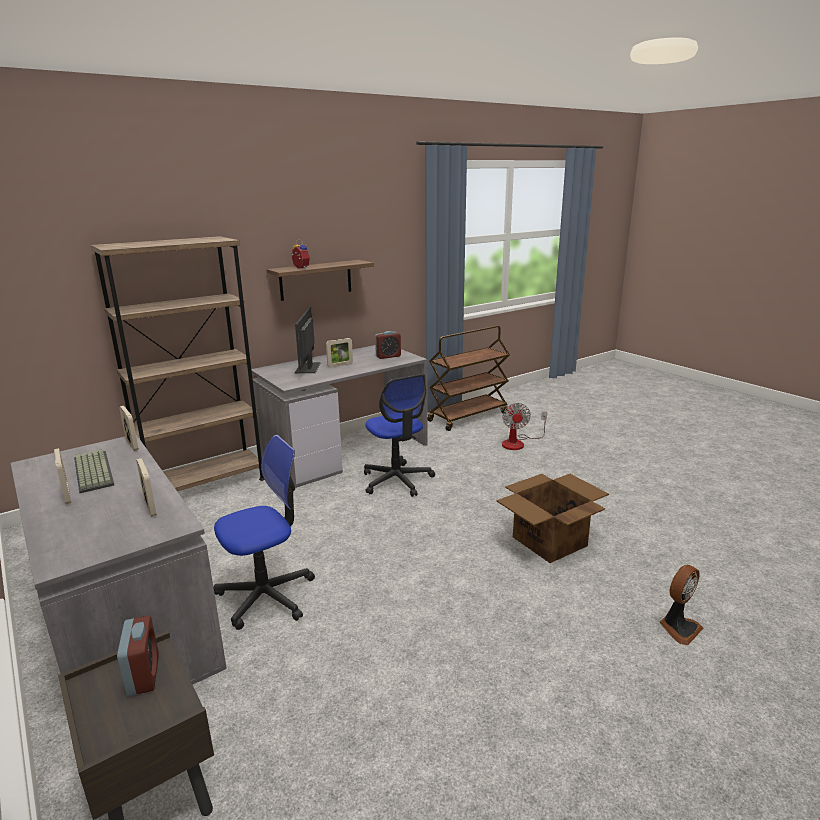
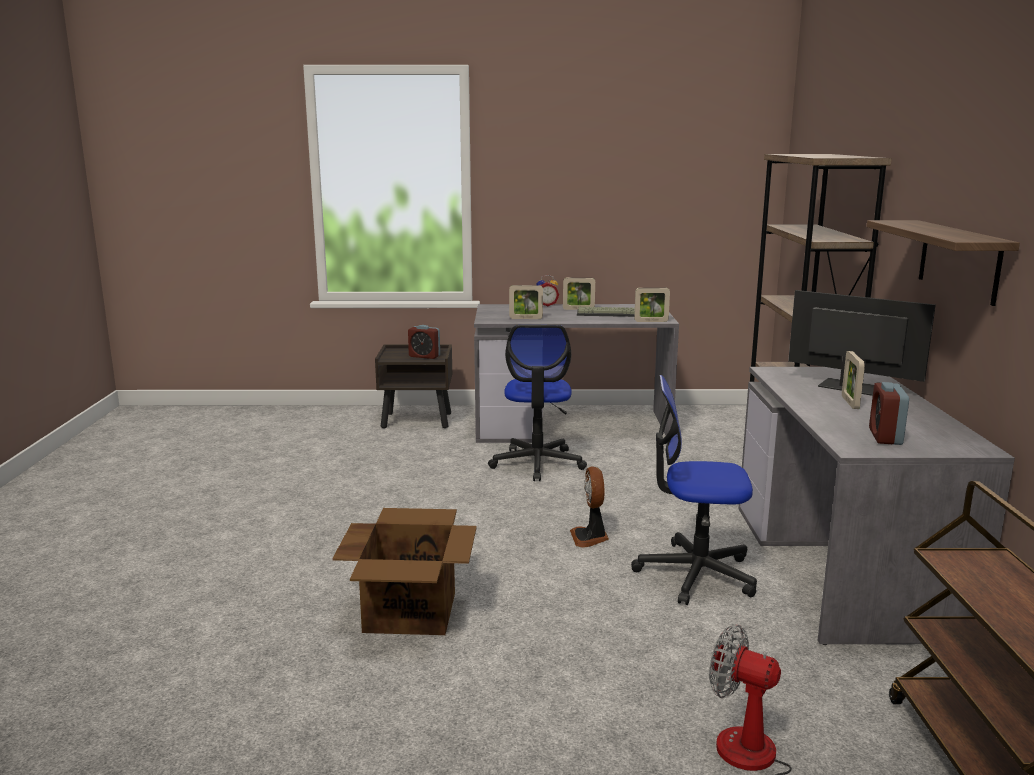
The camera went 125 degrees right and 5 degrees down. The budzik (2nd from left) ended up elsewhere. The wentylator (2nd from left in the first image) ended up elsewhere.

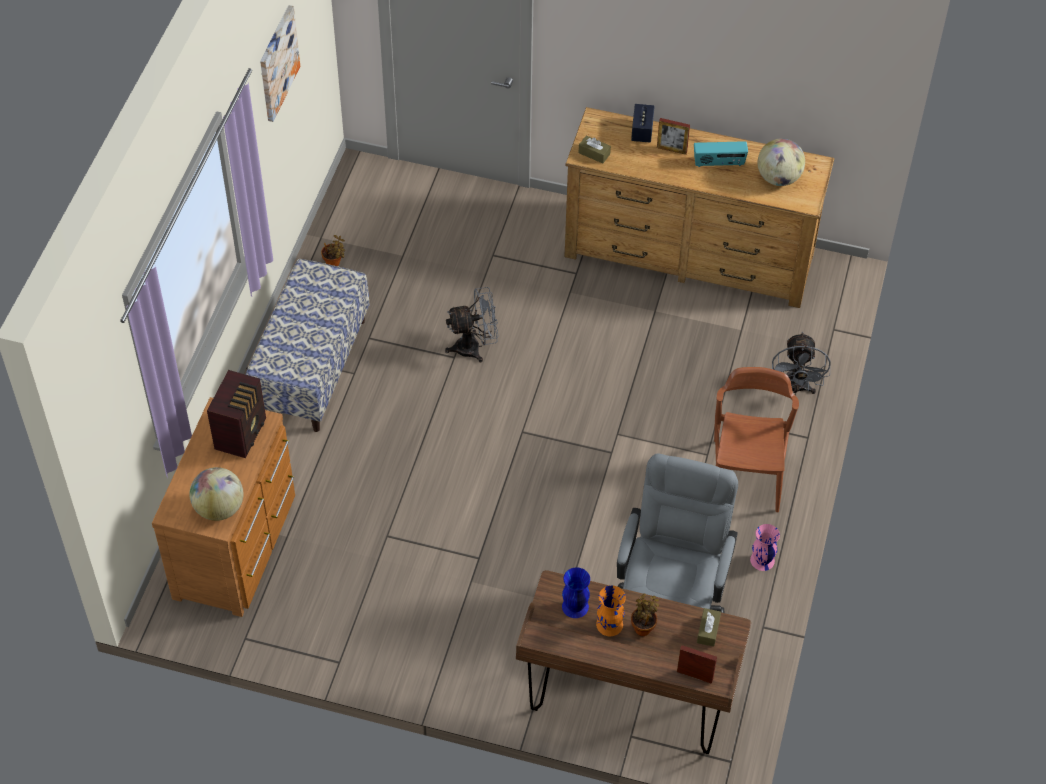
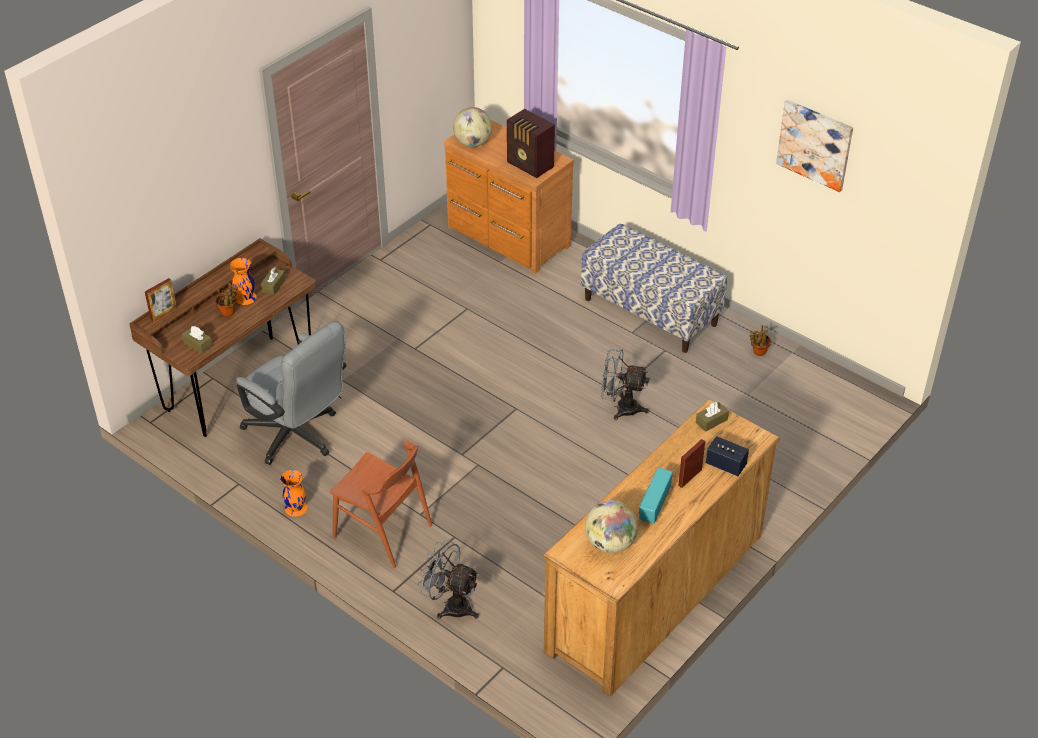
The camera went 115 degrees right and 10 degrees down. The wentylator (szary) (1st from left in the first image) ended up facing another way, 90 degrees clockwise from before. What was the wazon (różowy) turned into the wazon (pomarańczowy) (2nd from left). Where the wazon (niebieski) stood, the pudełko chusteczek (brązowy) (2nd from left) came to stand.

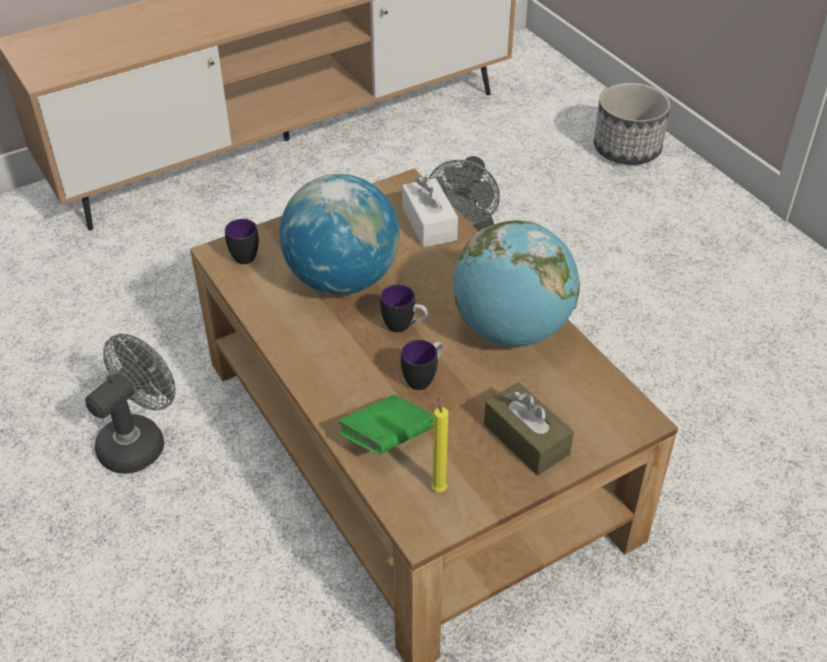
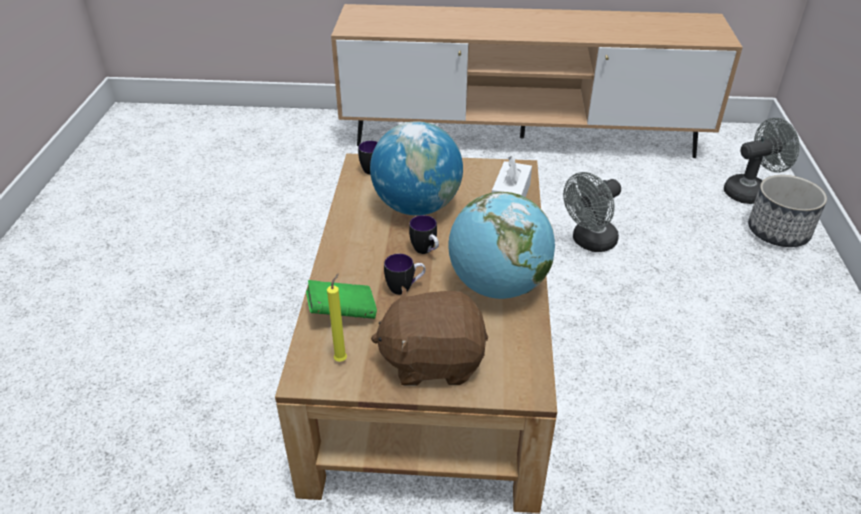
The camera went 35 degrees right and 5 degrees down. The wentylator (szary) (1st from left in the first image) ended up elsewhere. Where the pudełko chusteczek (brązowy) stood, the pluszak (brązowy) came to stand.

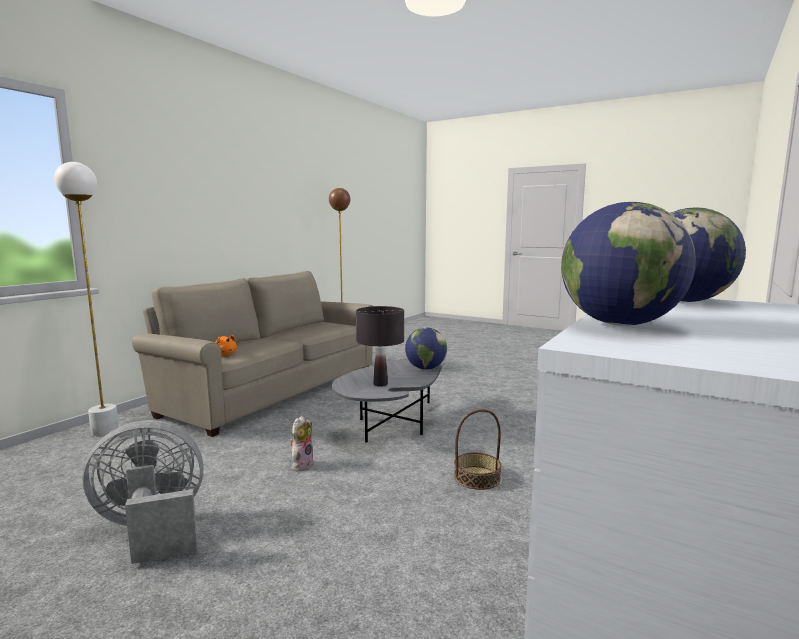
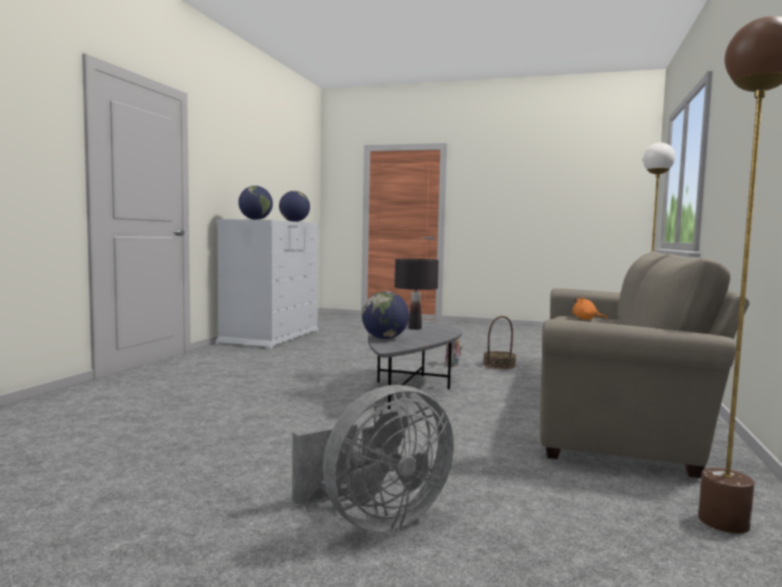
The camera went 165 degrees right and 5 degrees down. The koszyk ended up elsewhere. The wentylator (szary) ended up elsewhere.

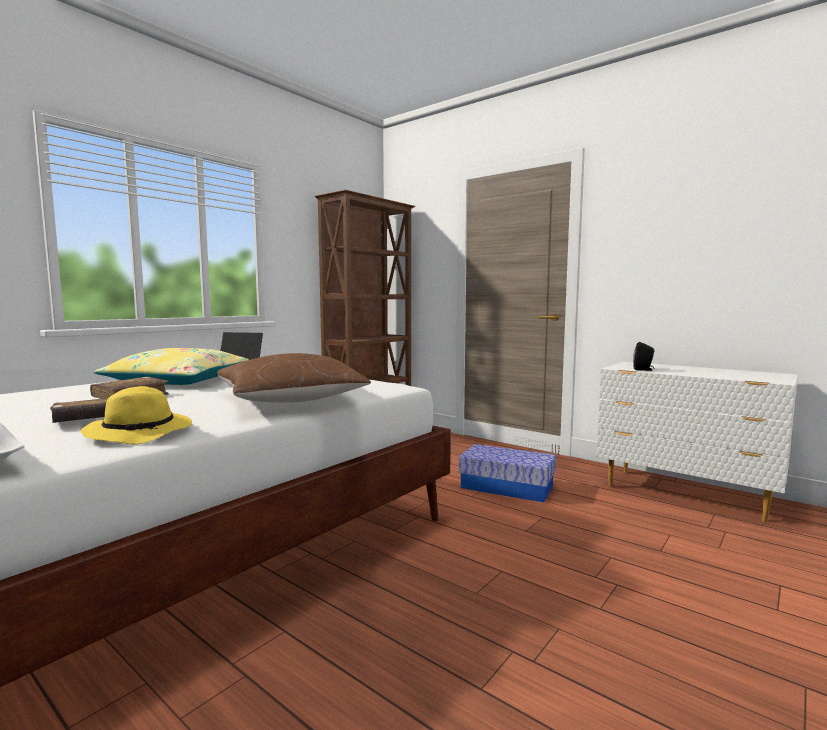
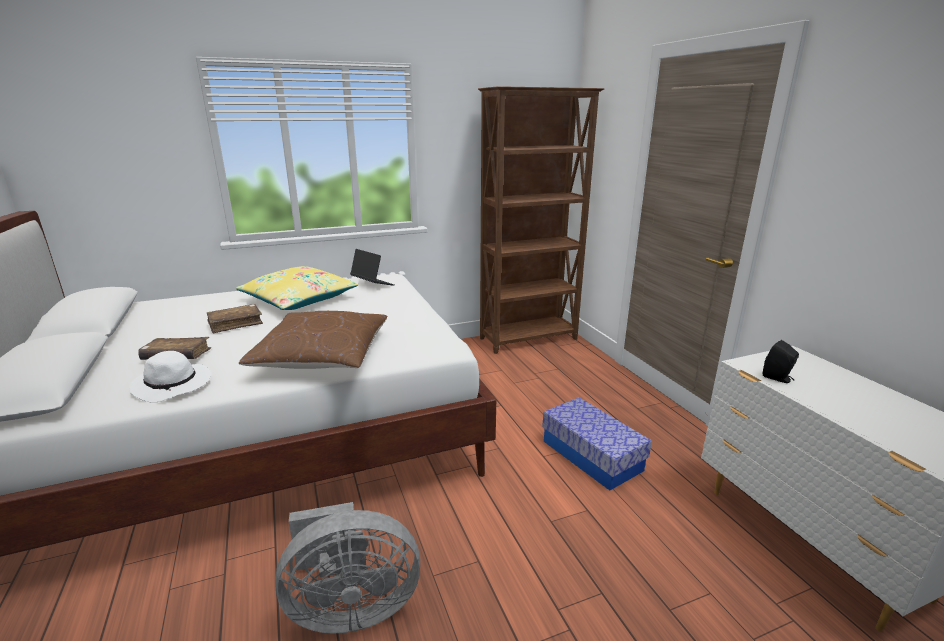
The camera went 30 degrees right and 15 degrees up. What was the kapelusz (żółty) turned into the kapelusz (biały). The second view gained the wentylator (szary).

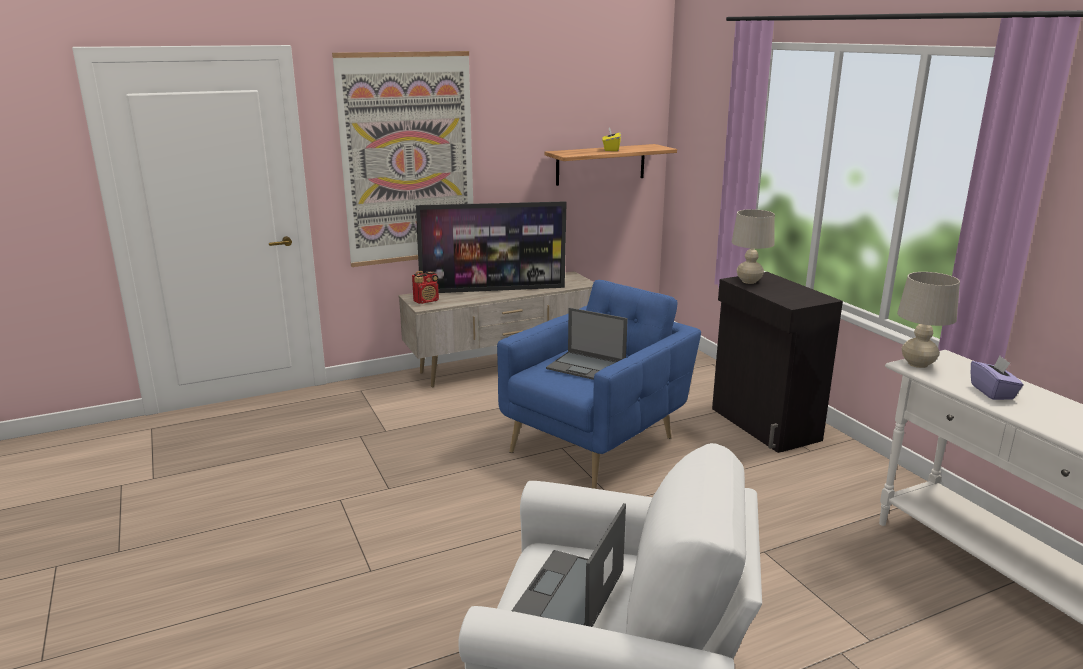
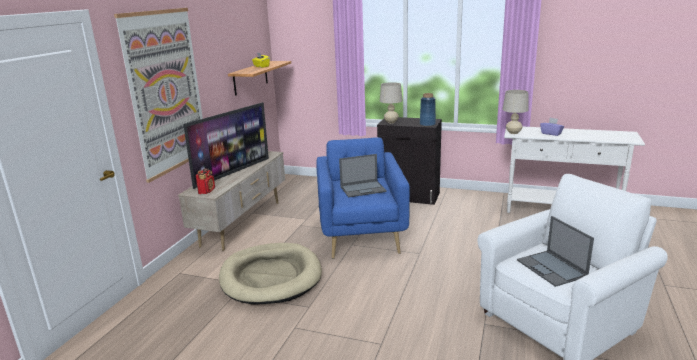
The camera went 45 degrees left and 0 degrees up. The second view gained the wazon (niebieski). The second view gained the legowisko (beżowy).

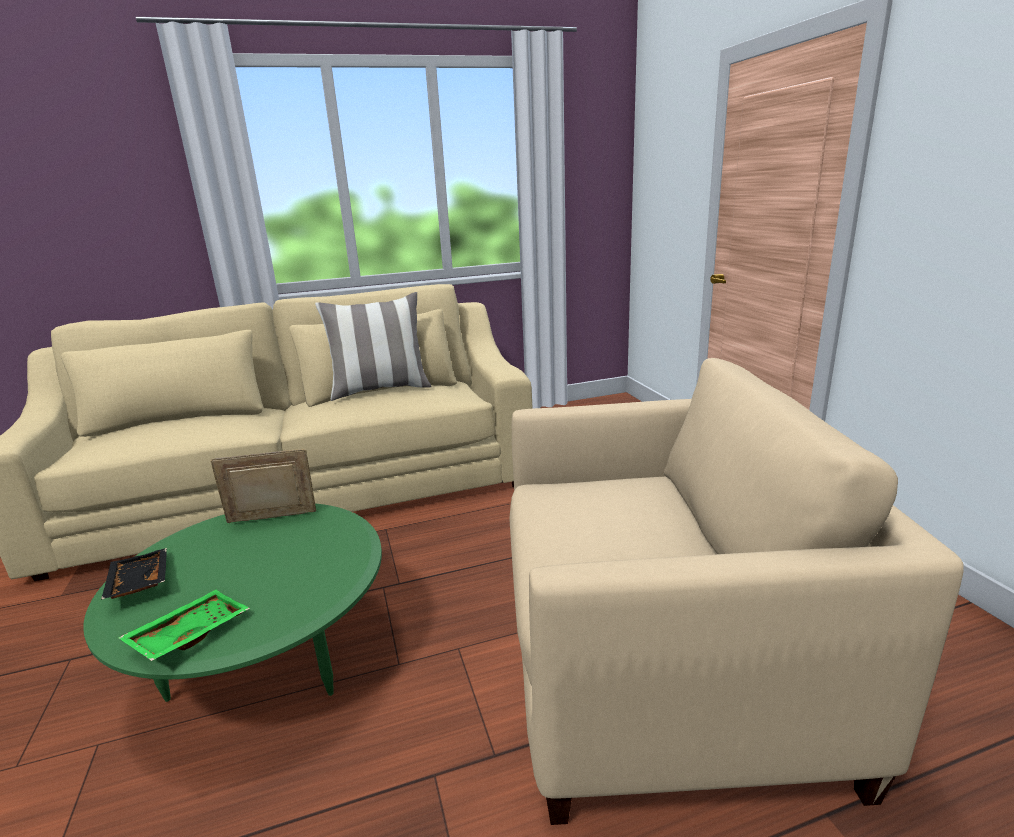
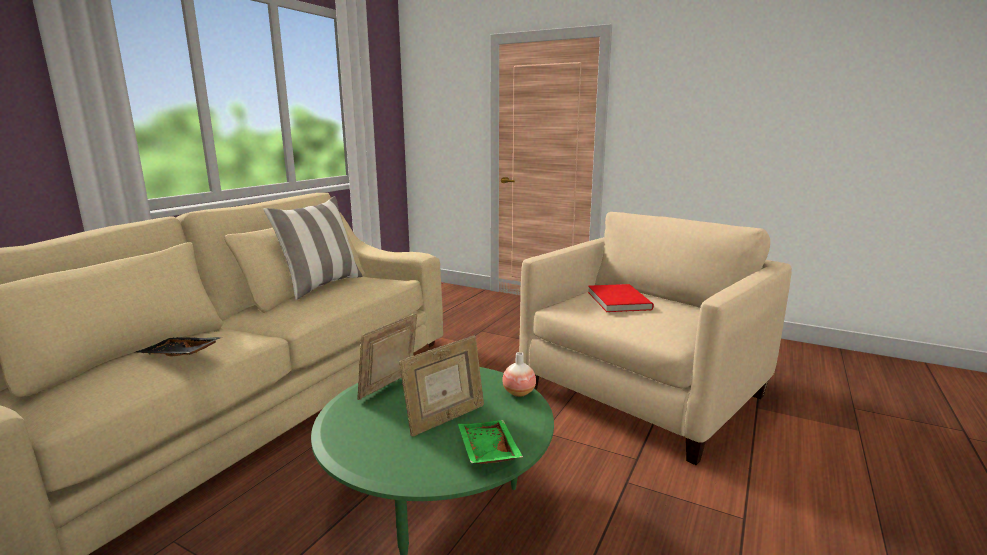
The camera went 45 degrees left and 5 degrees down. The taca (czarny) ended up elsewhere. The second view gained the książka (czerwony). The second view gained the ramka na zdjęcie (2nd from left). The second view gained the wazon.

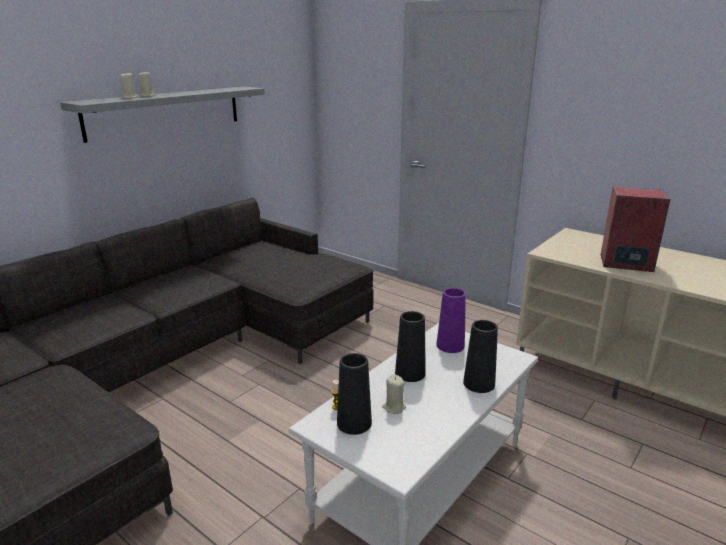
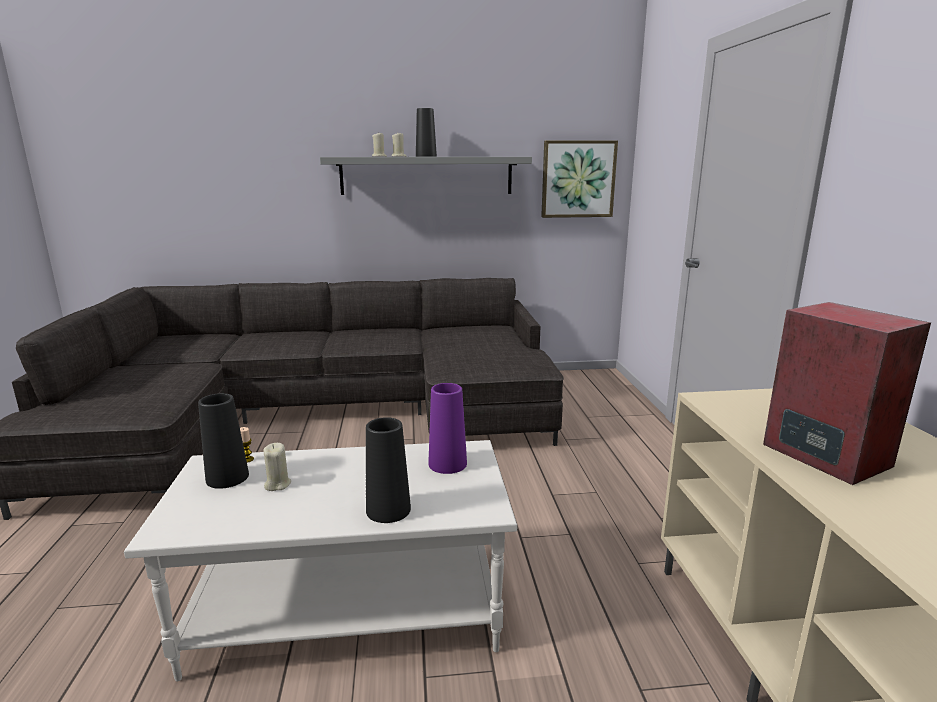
The camera went 45 degrees right and 5 degrees down. The wazon (czarny) (2nd from left in the first image) ended up elsewhere. The second view gained the obraz.

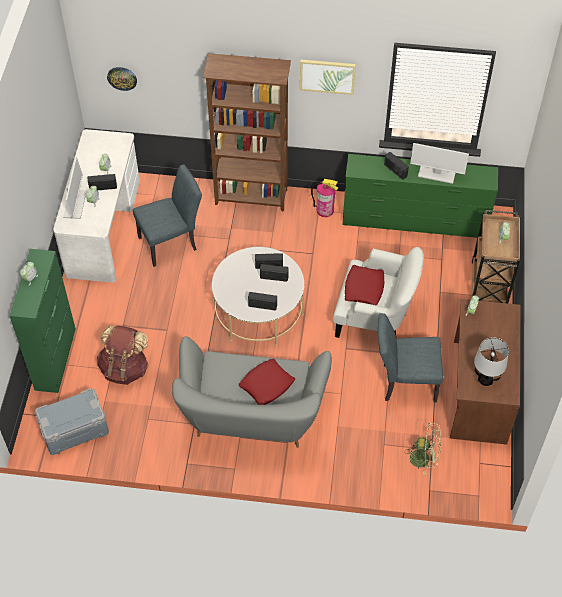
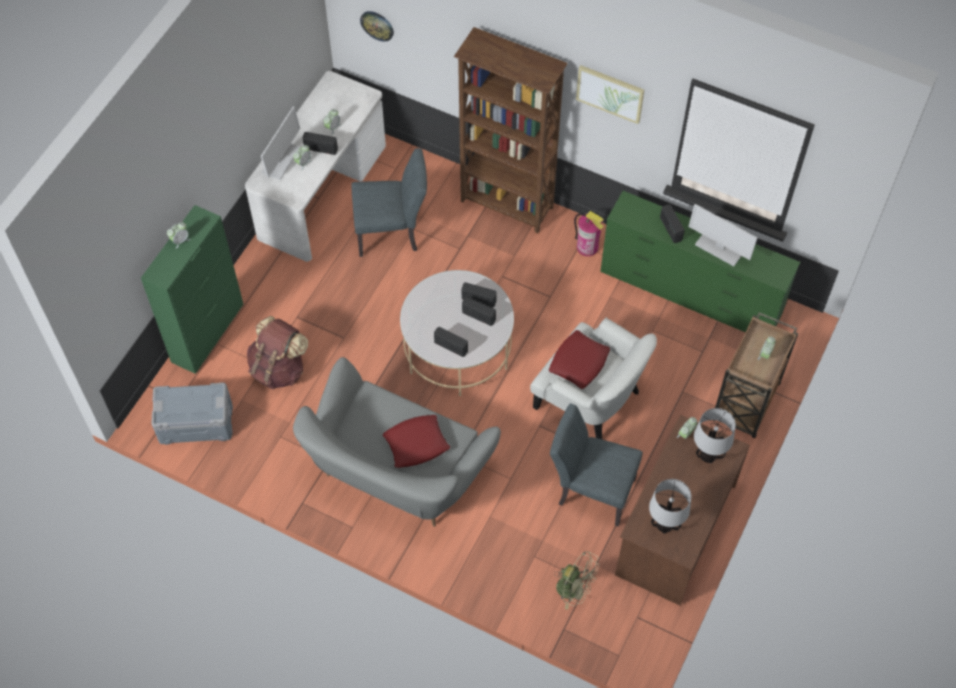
The camera went 20 degrees right and 5 degrees up. The second view gained the lampa stołowa (2nd from left).

